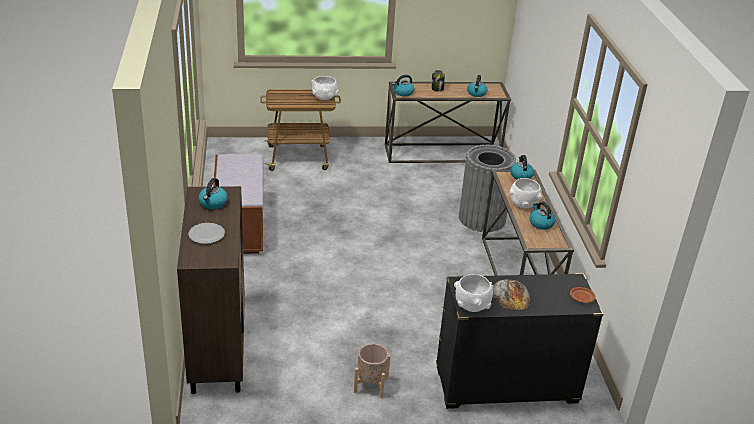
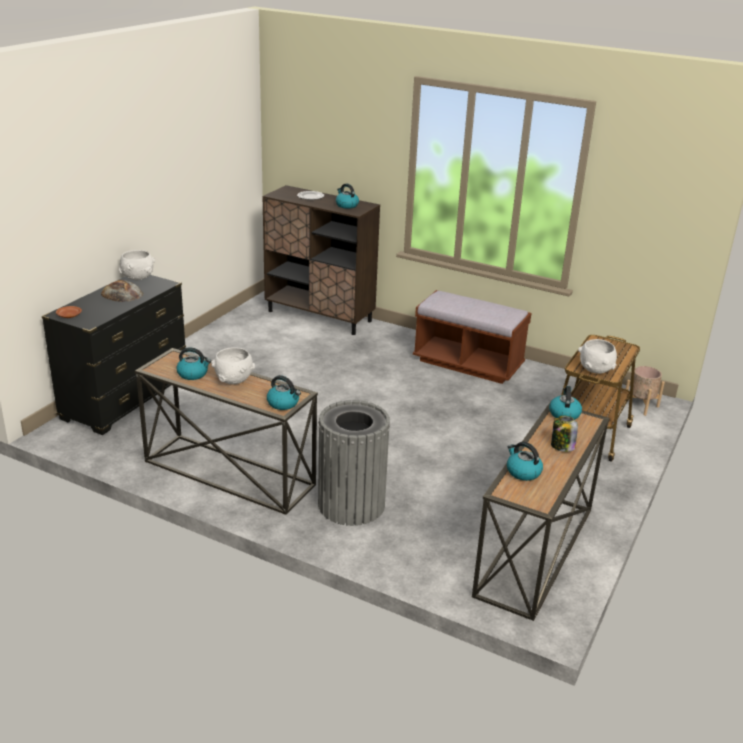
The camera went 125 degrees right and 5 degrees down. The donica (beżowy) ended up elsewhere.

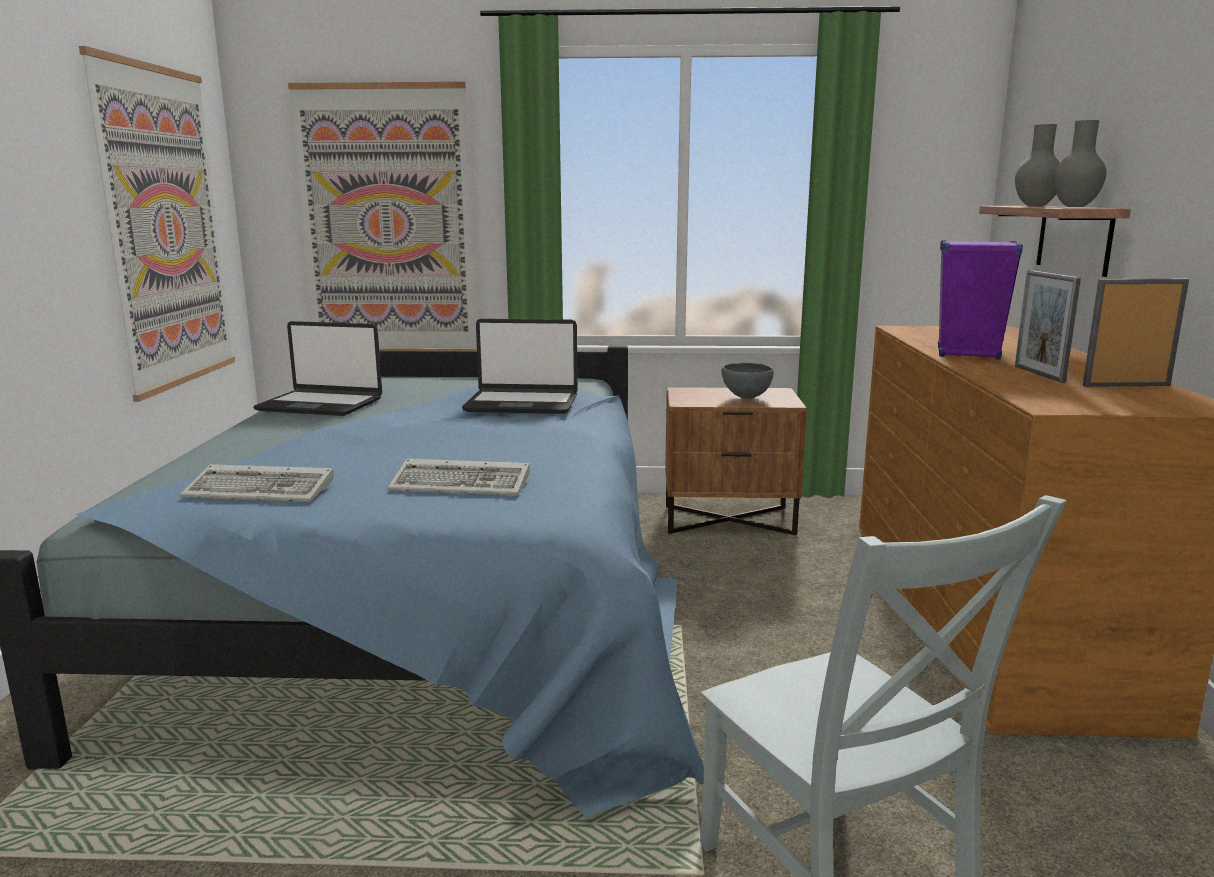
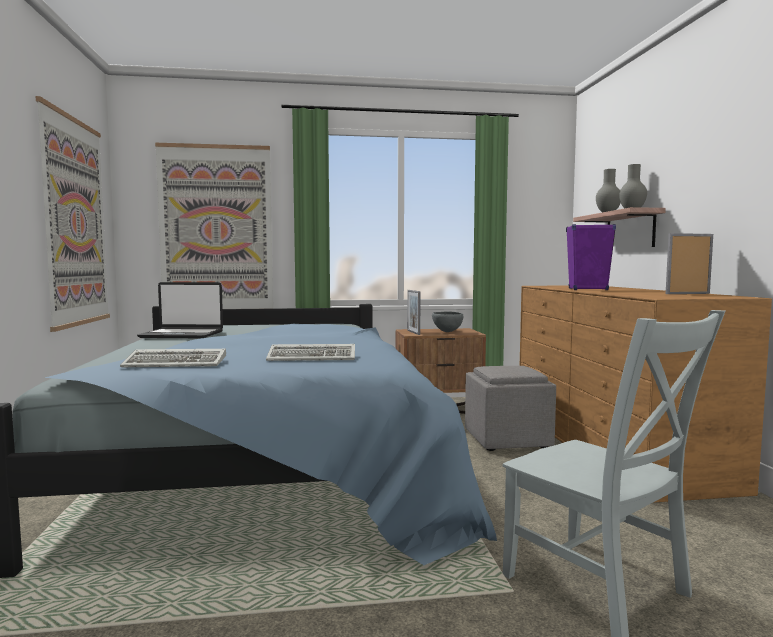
The camera went 10 degrees left and 10 degrees down. The ramka na zdjęcie (1st from left) ended up elsewhere. The second view lost the laptop (2nd from left). The second view gained the pufa (szary).

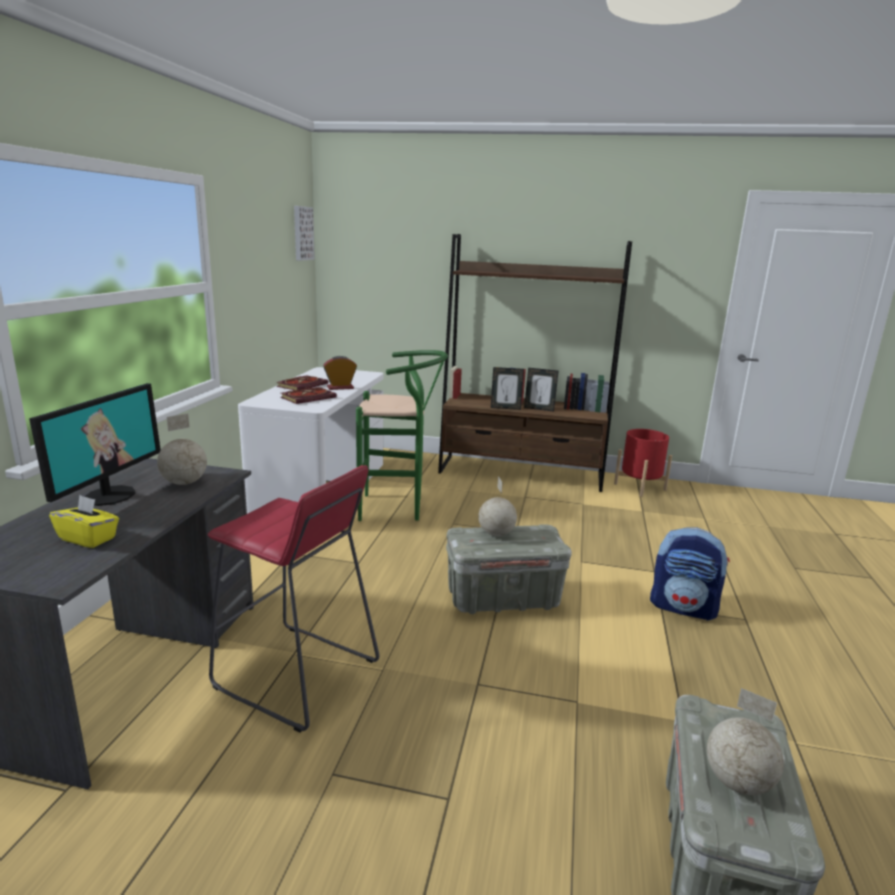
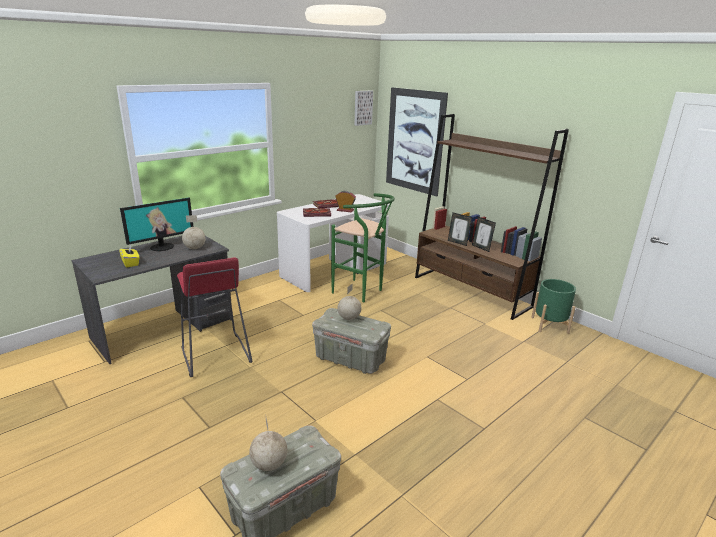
The camera went 35 degrees right and 5 degrees up. What was the donica (czerwony) turned into the donica (zielony). The second view lost the plecak. The second view gained the obraz (2nd from left).

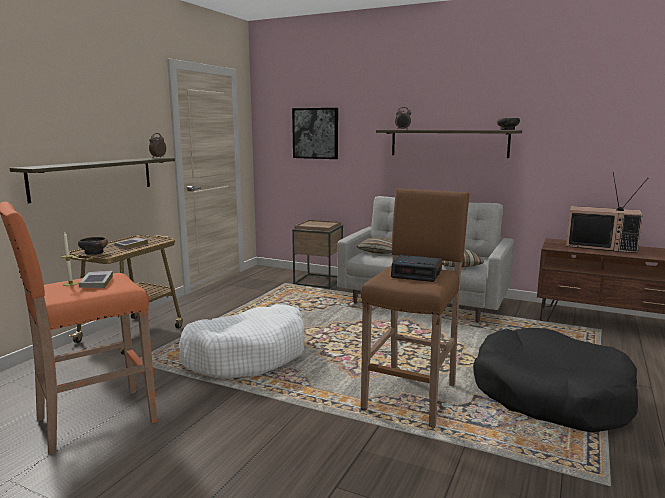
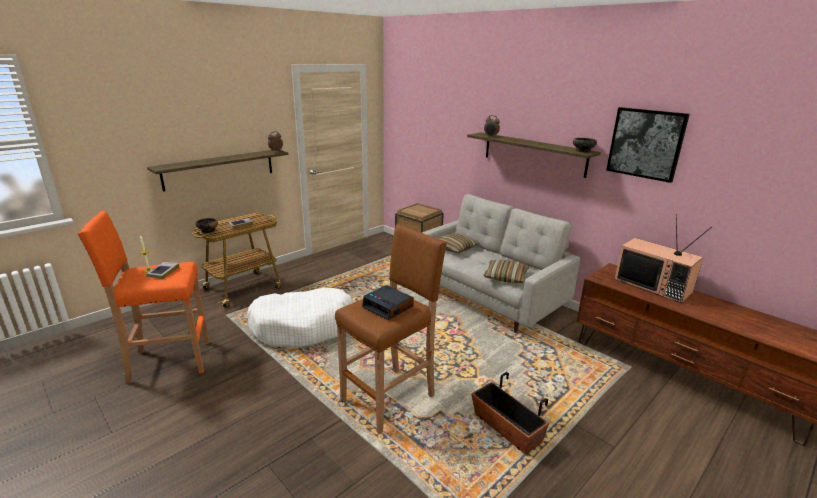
The camera went 20 degrees right and 10 degrees up. The obraz ended up elsewhere. Where the legowisko (czarny) stood, the donica came to stand.

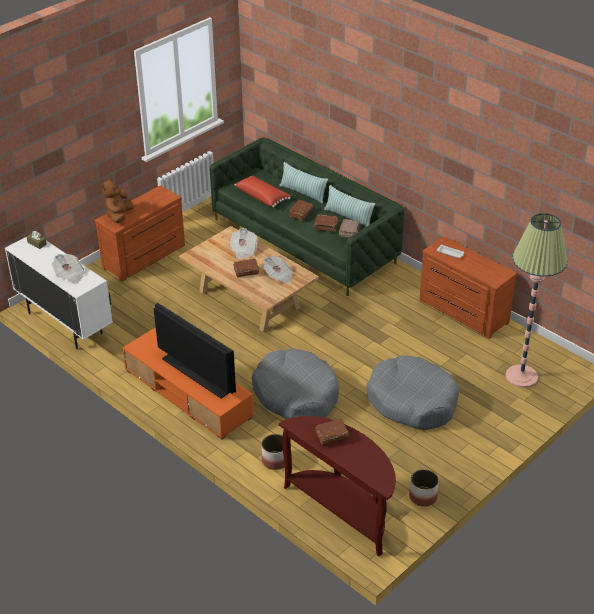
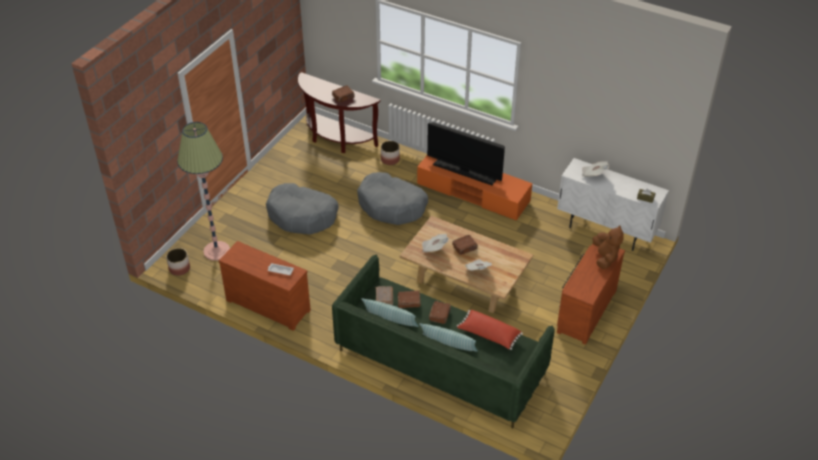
The camera went 165 degrees right and 5 degrees up. The donica (2nd from left in the first image) ended up elsewhere.

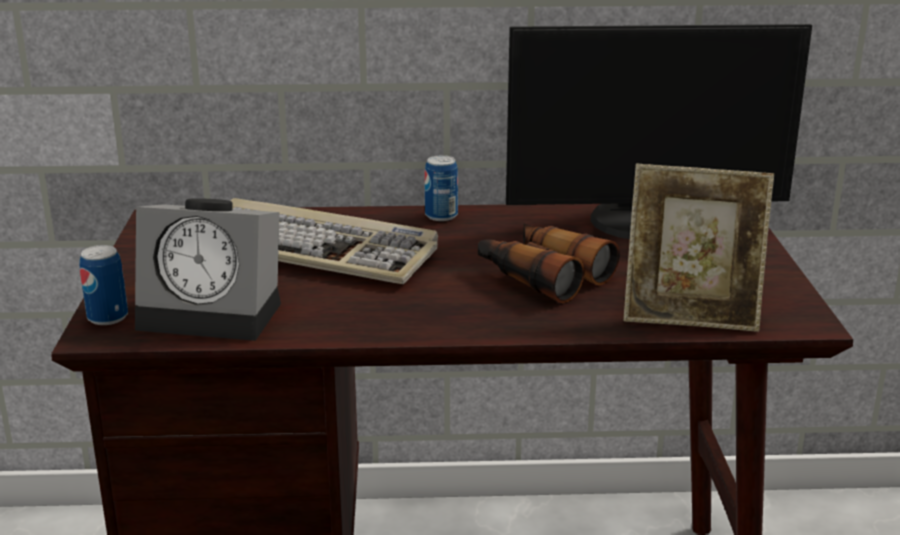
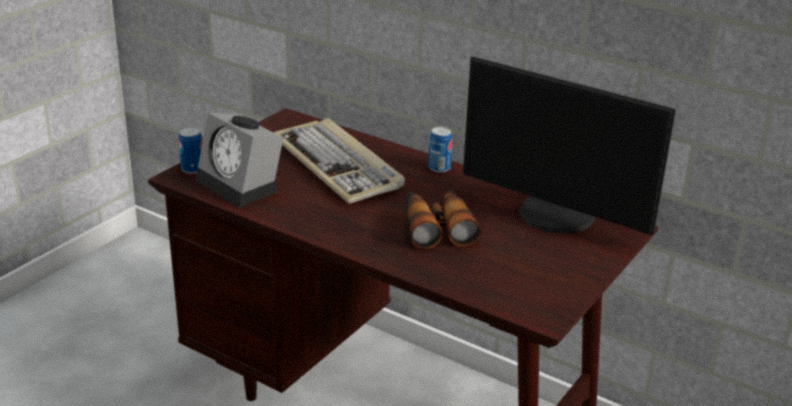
The camera went 35 degrees right and 5 degrees up. The second view lost the ramka na zdjęcie.

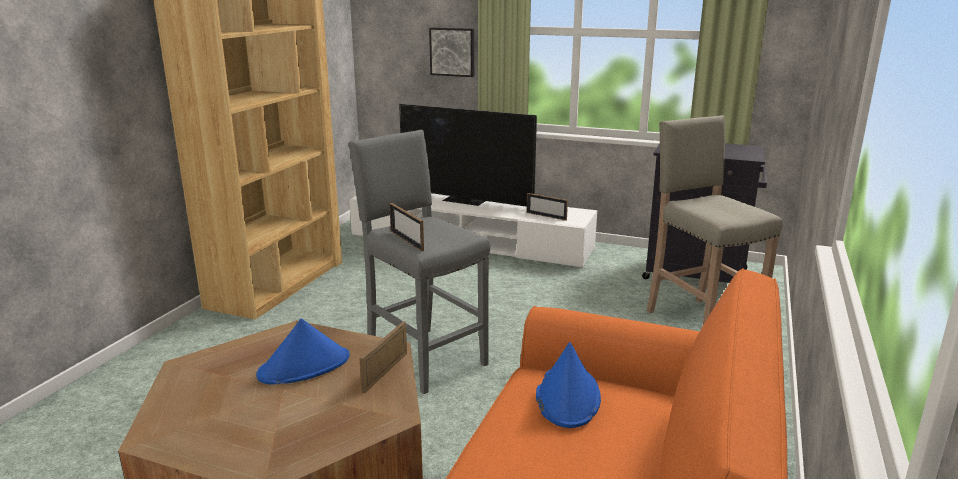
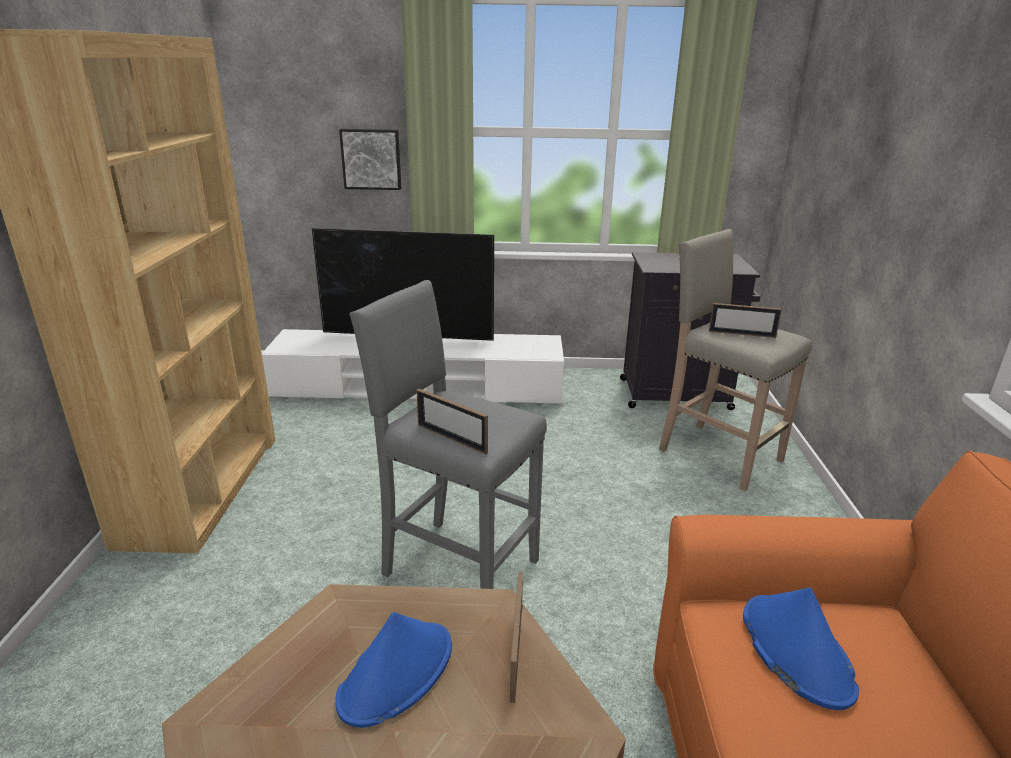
The camera went 20 degrees left and 5 degrees up. The ramka na zdjęcie (3rd from left) ended up elsewhere.

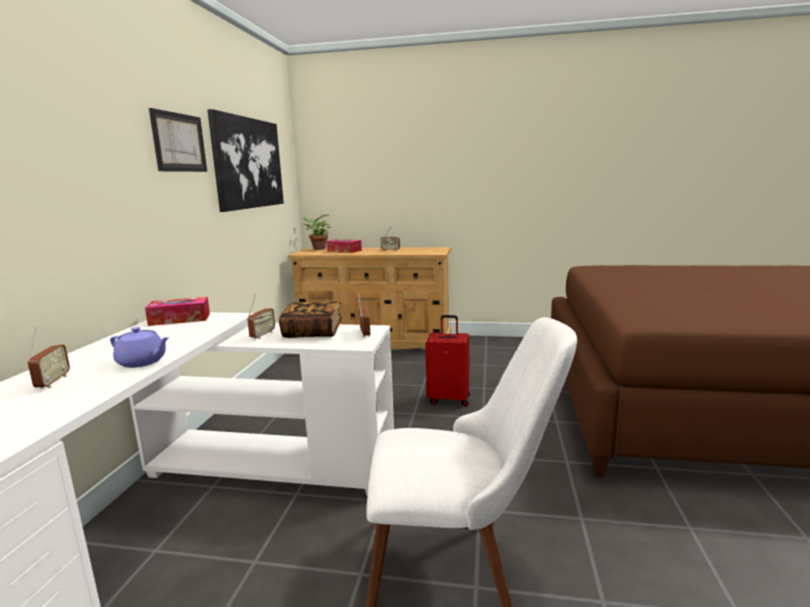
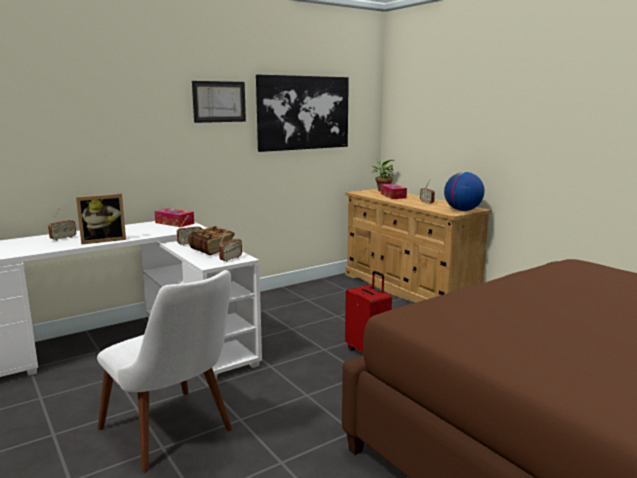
The camera went 45 degrees right and 0 degrees up. Where the imbryk (fioletowy) stood, the ramka na zdjęcie came to stand. The second view gained the globus.

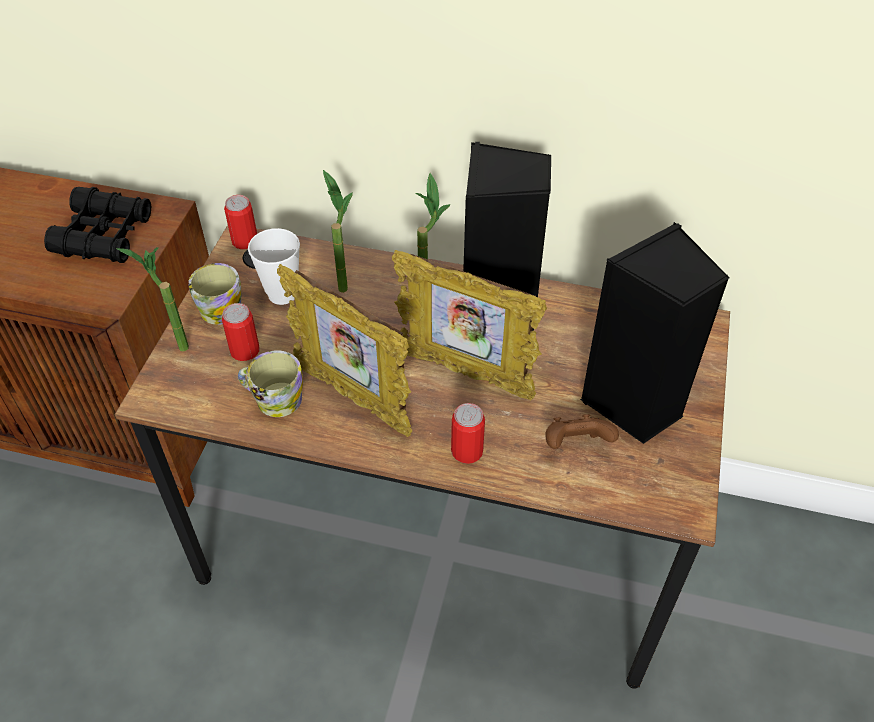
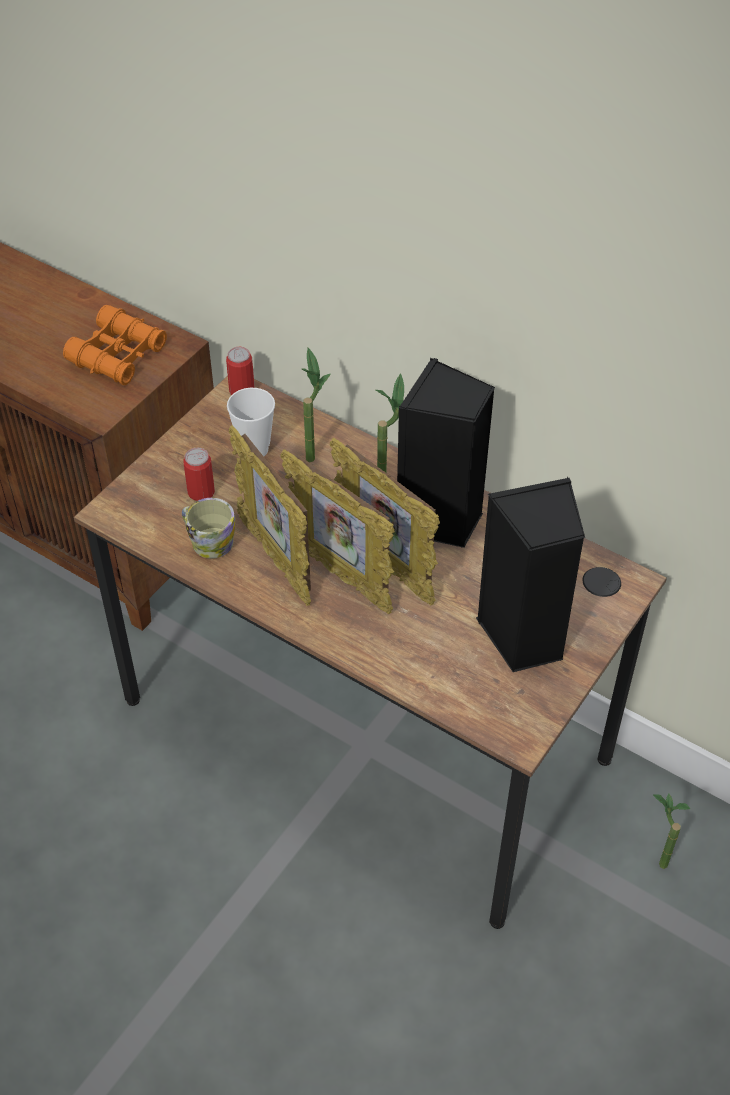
The camera went 20 degrees right and 0 degrees up. What was the lornetka (czarny) turned into the lornetka (pomarańczowy). The roślina doniczkowa (1st from left in the first image) ended up elsewhere. The second view lost the kubek (1st from left). The second view lost the puszka (3rd from left). The second view lost the pad do gier (brązowy). The second view gained the ramka na zdjęcie (2nd from left).

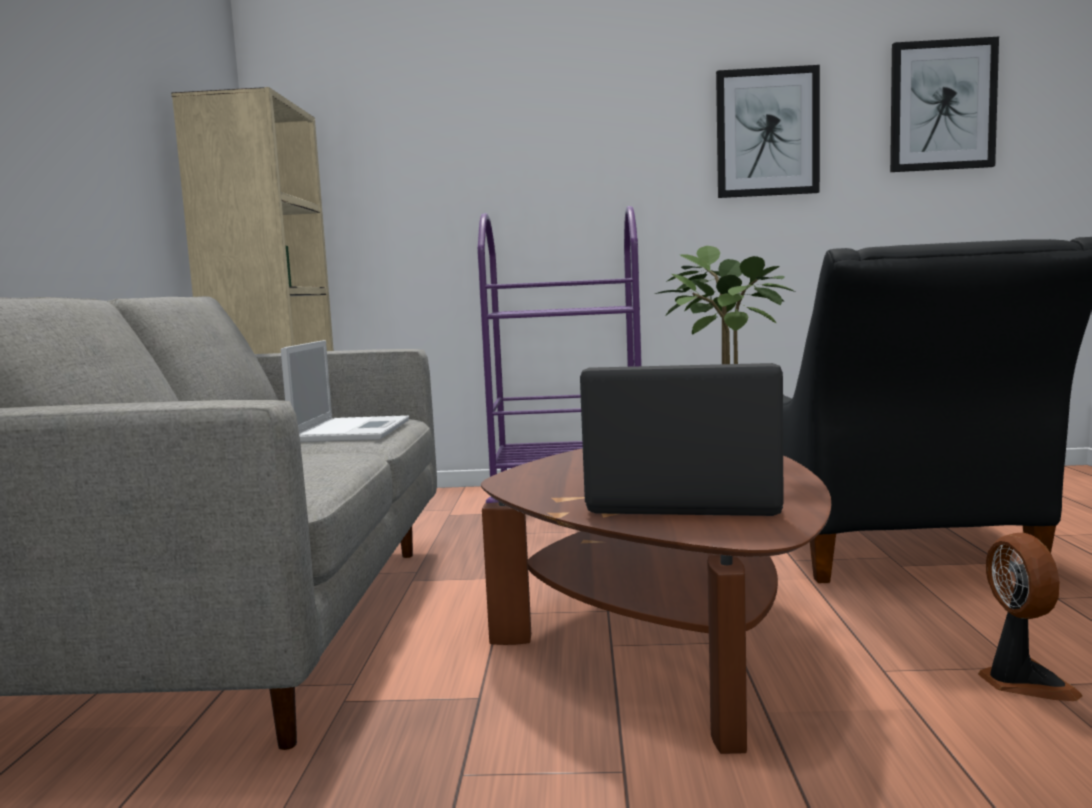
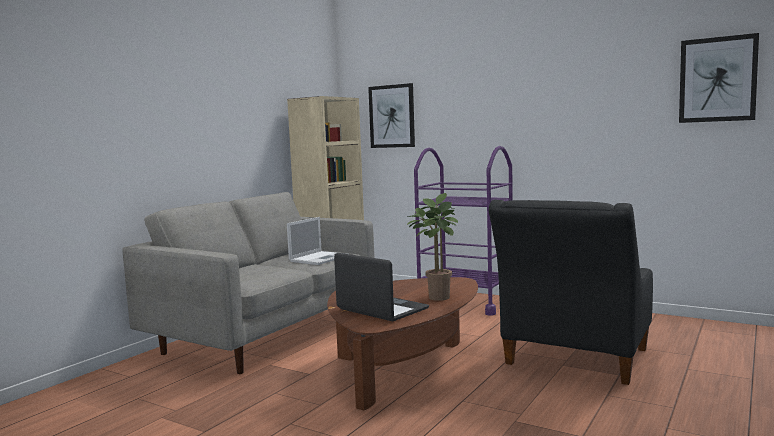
The camera went 30 degrees right and 0 degrees up. The obraz (1st from left) ended up elsewhere. The second view lost the wentylator.

